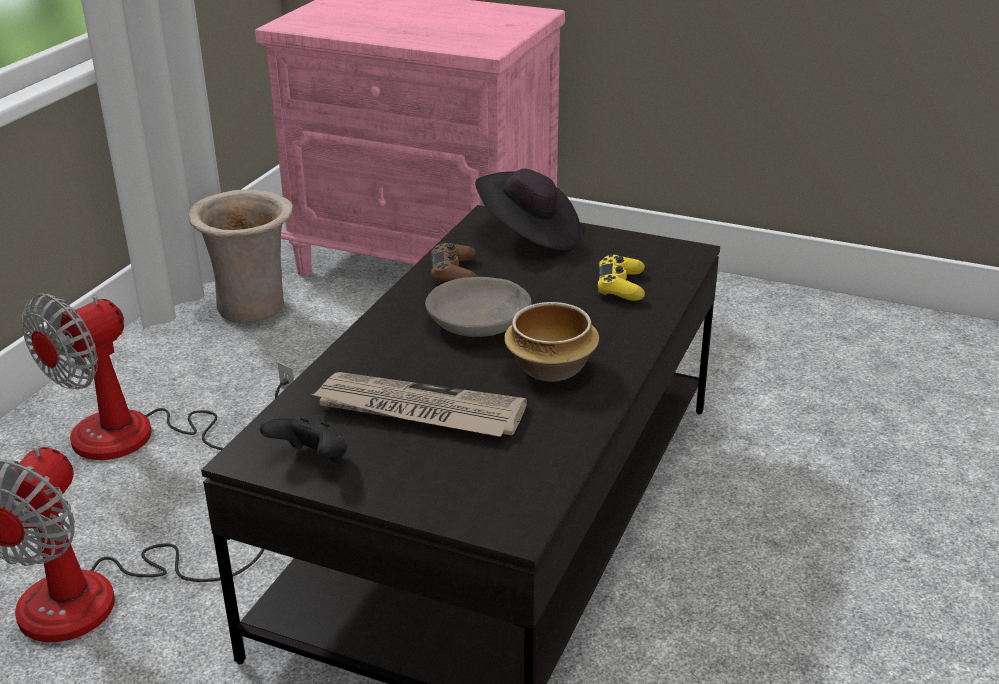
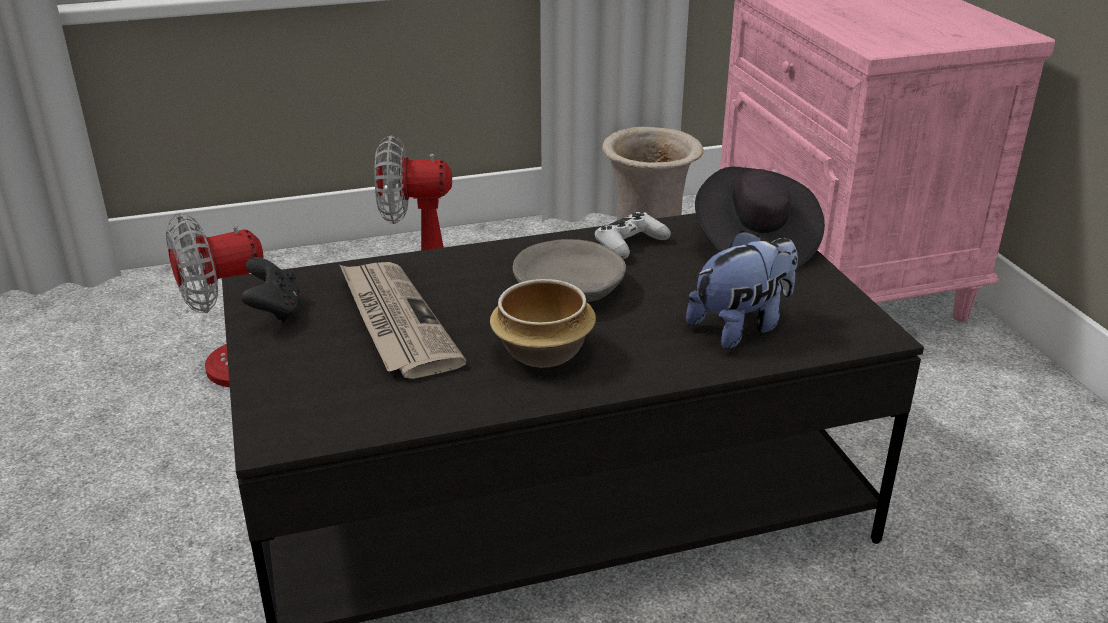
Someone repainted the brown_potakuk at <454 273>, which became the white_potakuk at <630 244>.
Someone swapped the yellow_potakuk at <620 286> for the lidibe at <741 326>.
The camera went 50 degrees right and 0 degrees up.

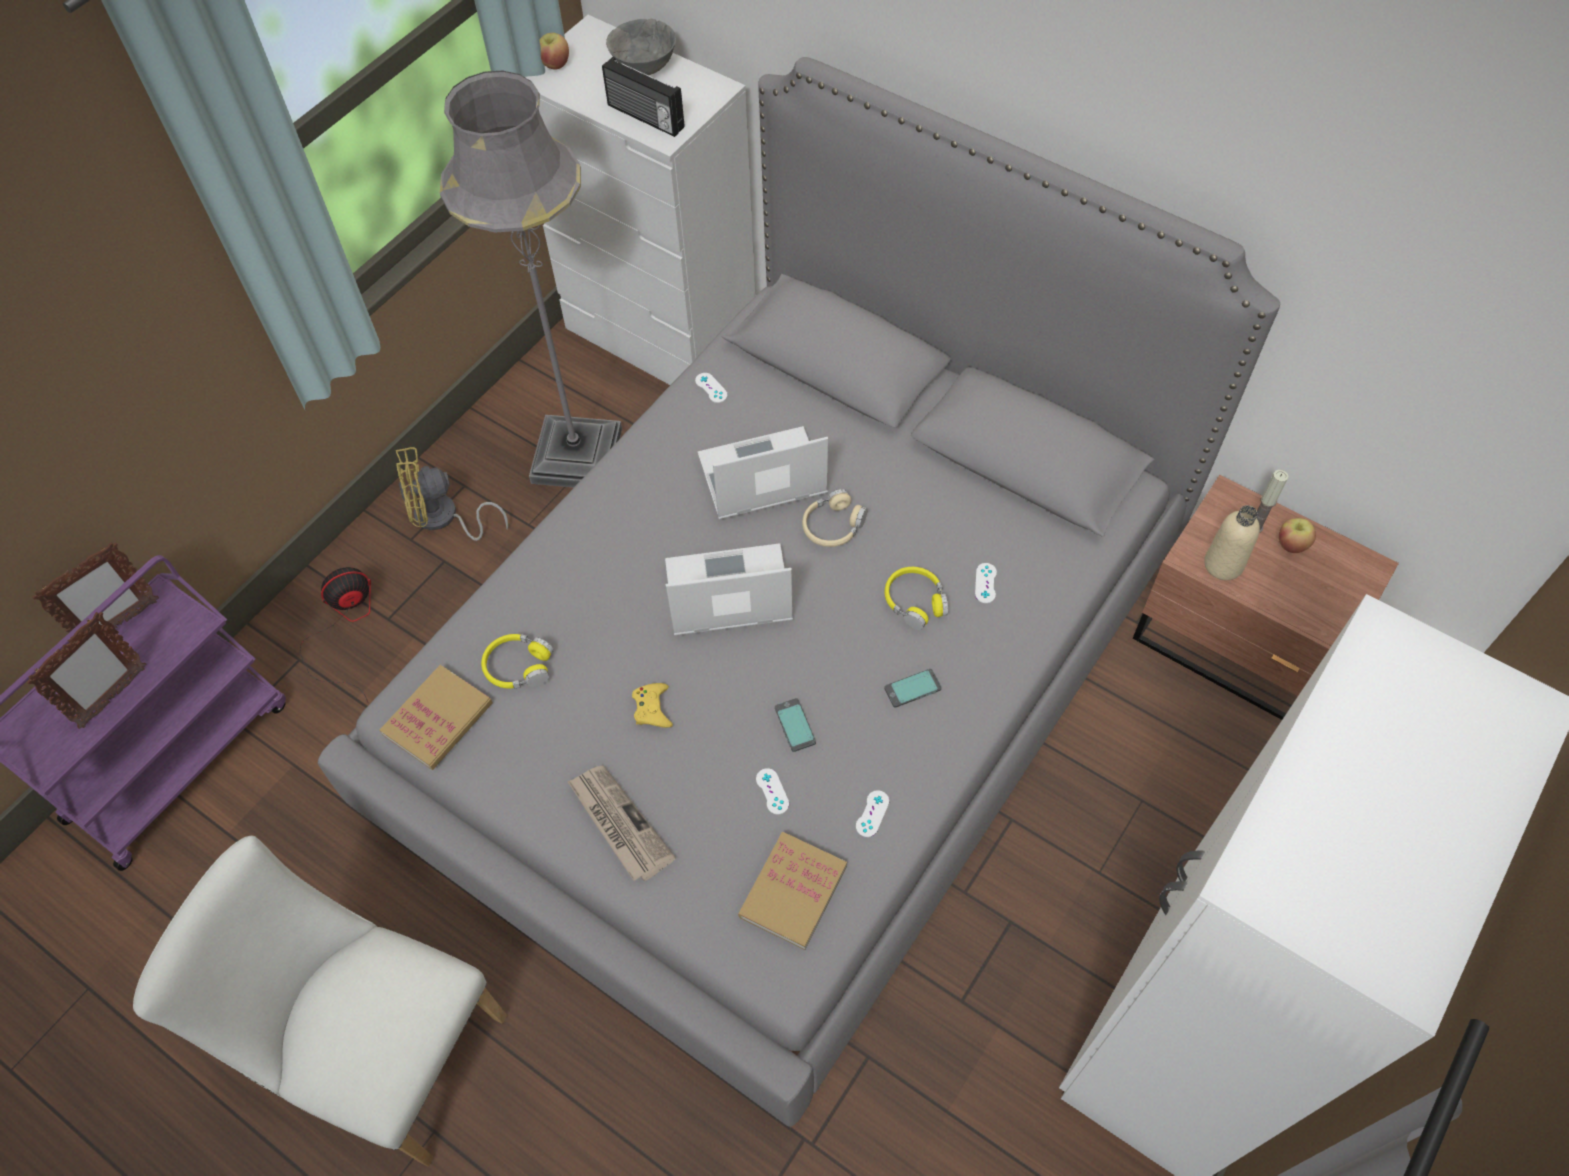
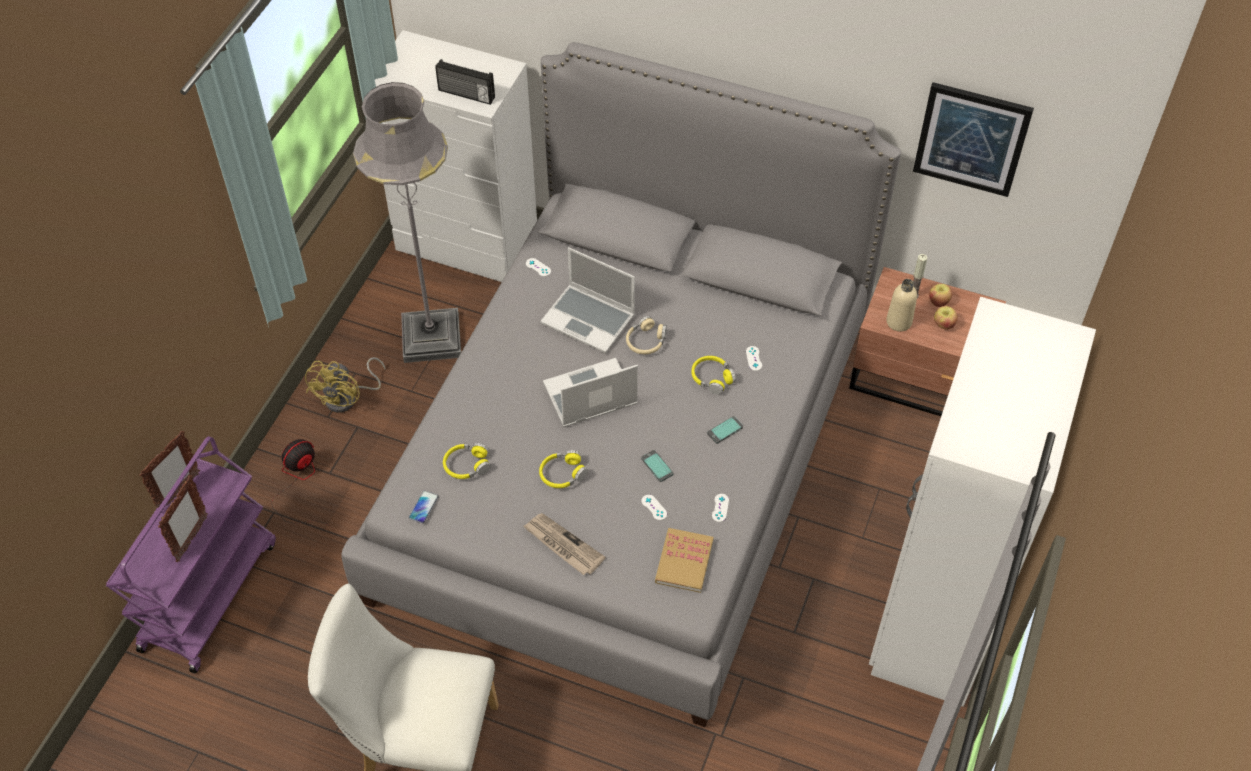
Someone rotated the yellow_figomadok at <444 519> by 45 degrees counterclockwise.
Someone swapped the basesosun at <438 719> for the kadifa at <423 507>.
Someone swapped the yellow_potakuk at <652 708> for the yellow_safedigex at <562 474>.
Someone rotated the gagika at <761 478> by 120 degrees counterclockwise.
Someone put up the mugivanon at <971 139>.
Someone carried the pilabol from <554 64> to <943 324>.
Someone took away the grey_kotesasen at <643 66>.
The camera went 15 degrees left and 5 degrees down.

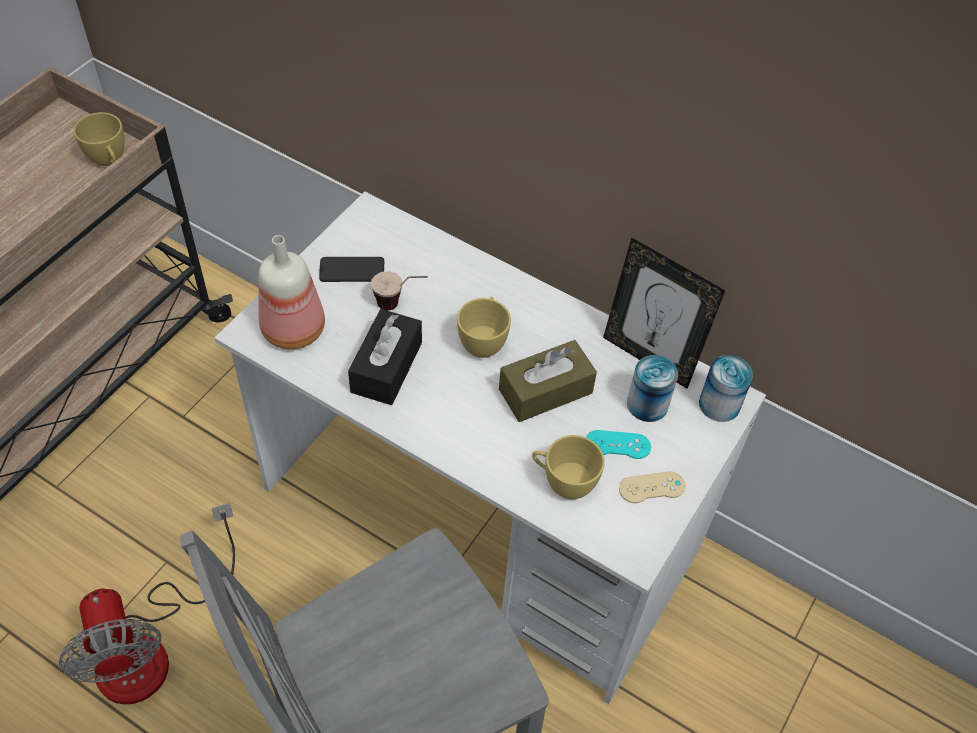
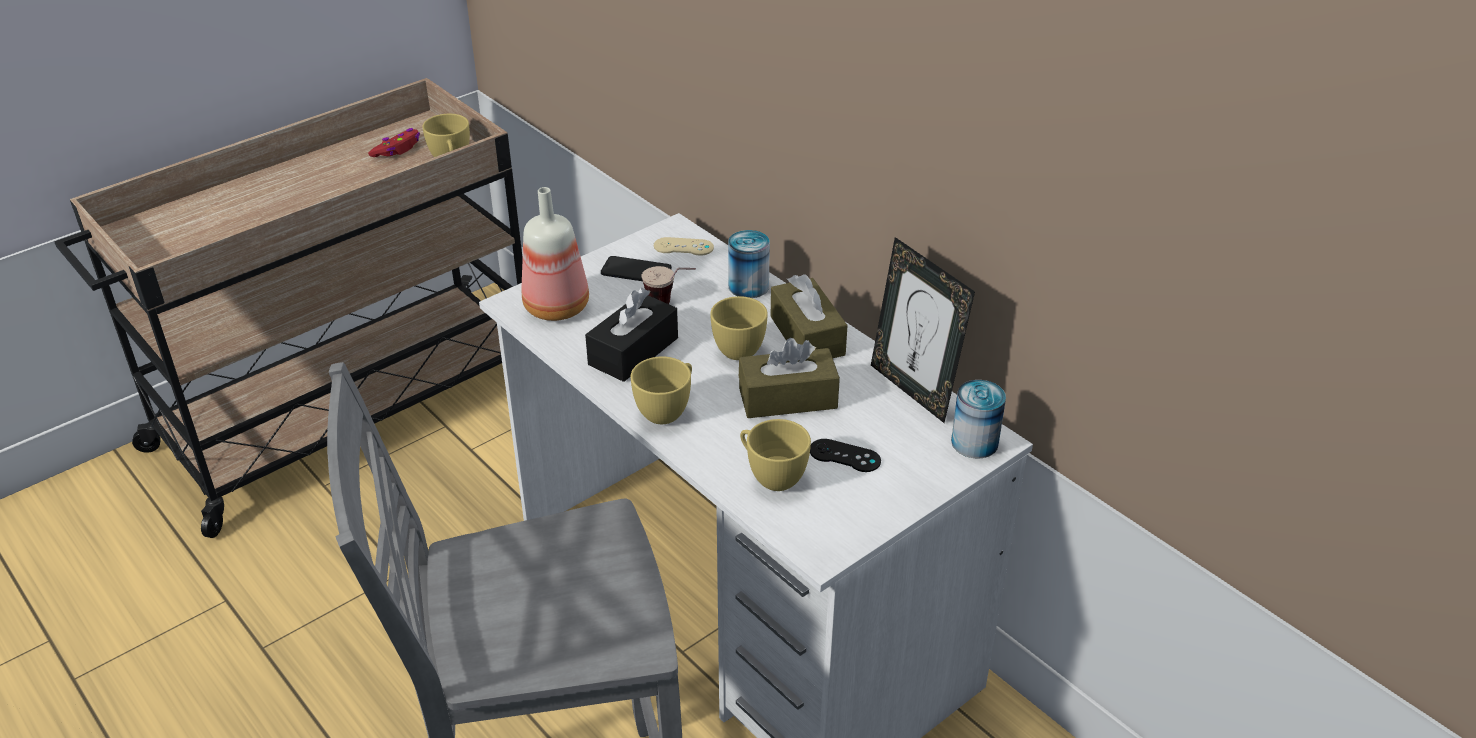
Someone put down the red_potakuk at <397 149>.
Someone put down the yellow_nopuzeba at <667 410>.
Someone carried the beige_potakuk from <652 487> to <683 247>.
Someone carried the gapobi from <647 404> to <748 286>.
Someone put down the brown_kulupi at <807 336>.
Someone repainted the turquoise_potakuk at <617 445>, which became the black_potakuk at <844 456>.
Someone took away the figomadok at <151 646>.
The camera went 20 degrees right and 15 degrees down.

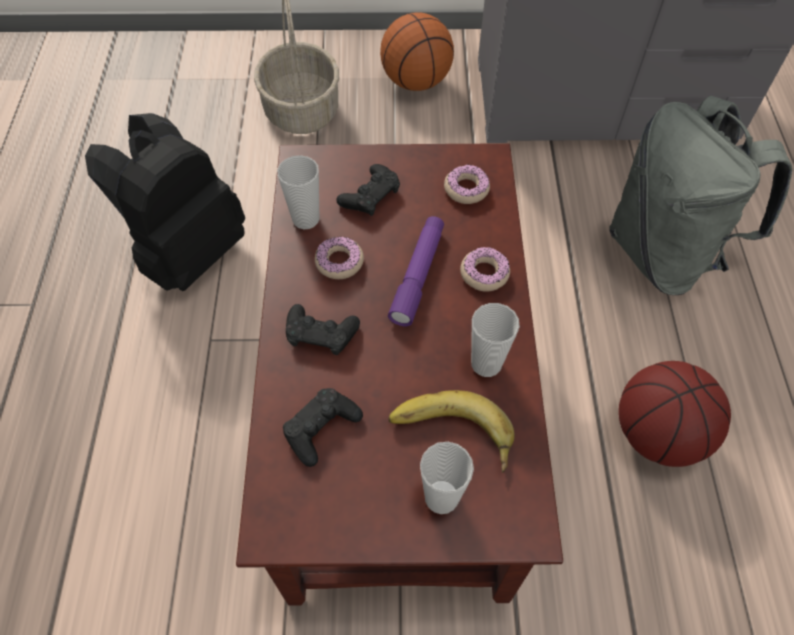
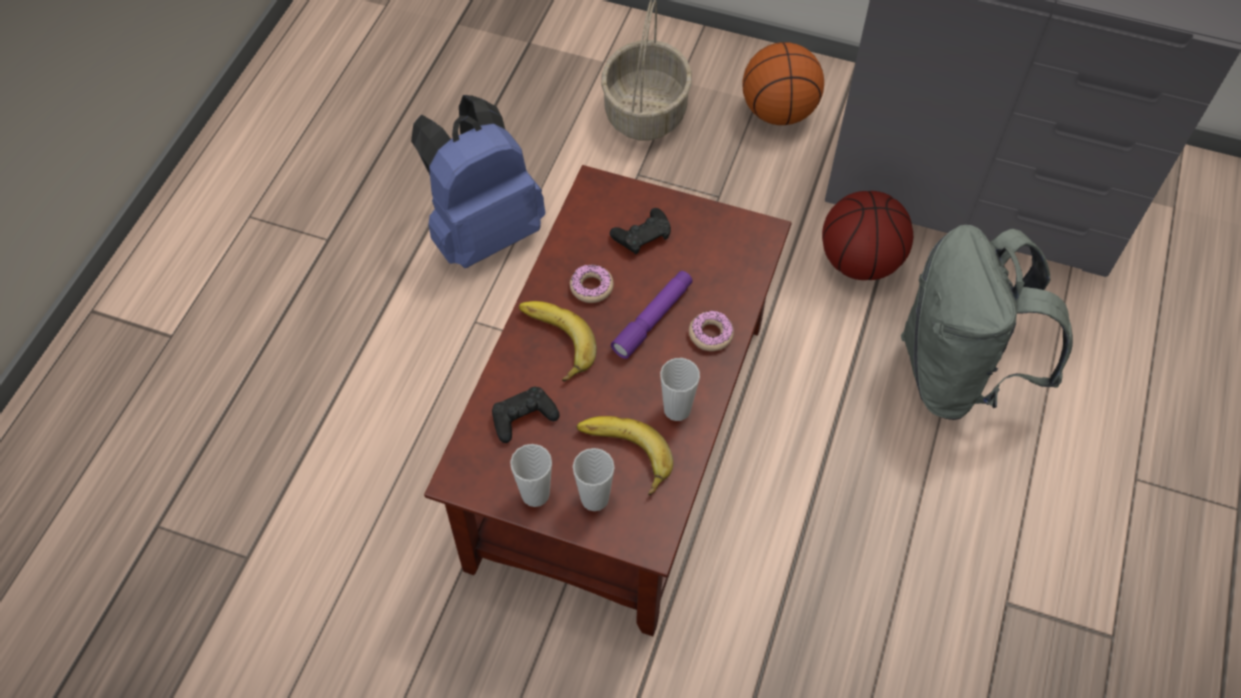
Someone repainted the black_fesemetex at <189 252>, which became the blue_fesemetex at <483 231>.
Someone carried the nopuzeba from <306 219> to <535 494>.
Someone swapped the black_potakuk at <321 333> for the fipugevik at <552 343>.
Someone carried the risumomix from <658 433> to <860 262>.
Someone took away the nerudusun at <466 189>.
The camera went 20 degrees right and 0 degrees up.

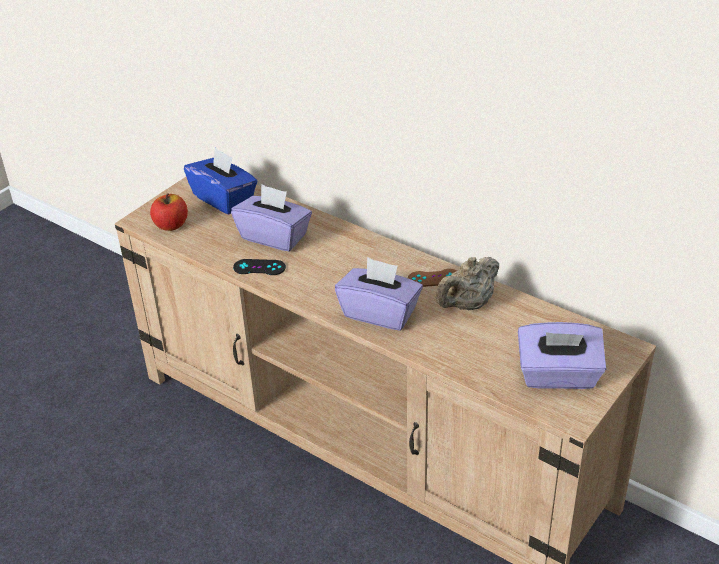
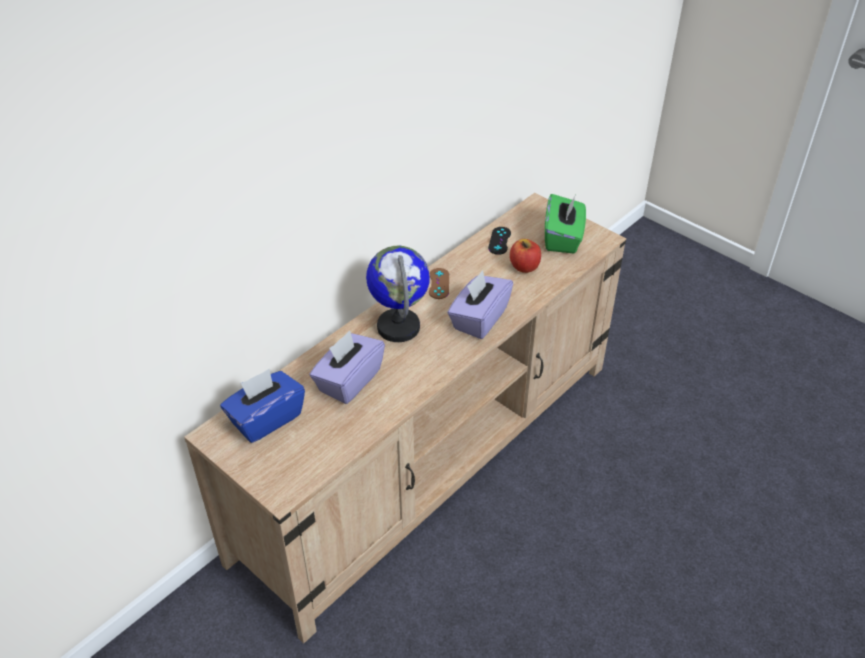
Someone put down the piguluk at <399 327>.
Someone carried the black_potakuk from <259 267> to <499 241>.
Someone carried the pilabol from <171 225> to <524 267>.
Someone repainted the purple_kulupi at <558 376>, which became the green_kulupi at <563 238>.
Someone took away the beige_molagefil at <467 305>.
The camera went 85 degrees left and 5 degrees up.

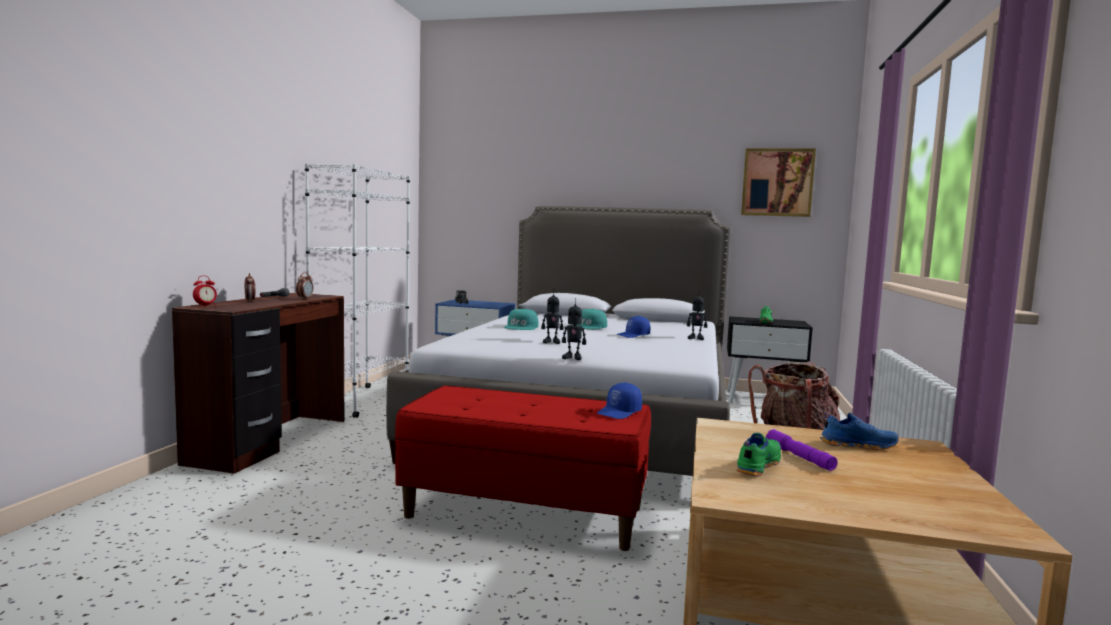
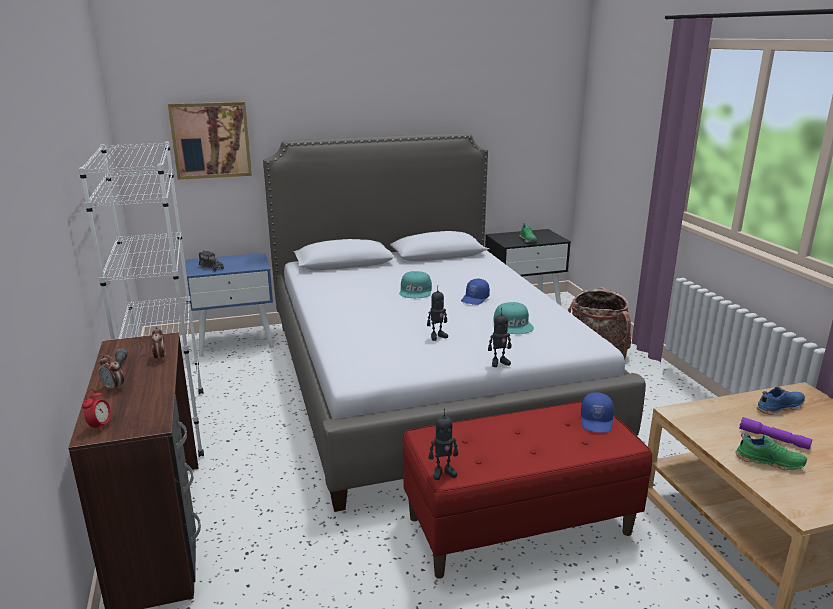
Someone carried the mugivanon from <777 182> to <211 140>.
Someone carried the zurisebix from <696 338> to <443 472>.
Someone carried the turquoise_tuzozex from <521 327> to <513 325>.
Someone rotated the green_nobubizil at <757 465> by 105 degrees clockwise.
The camera went 30 degrees left and 15 degrees up.

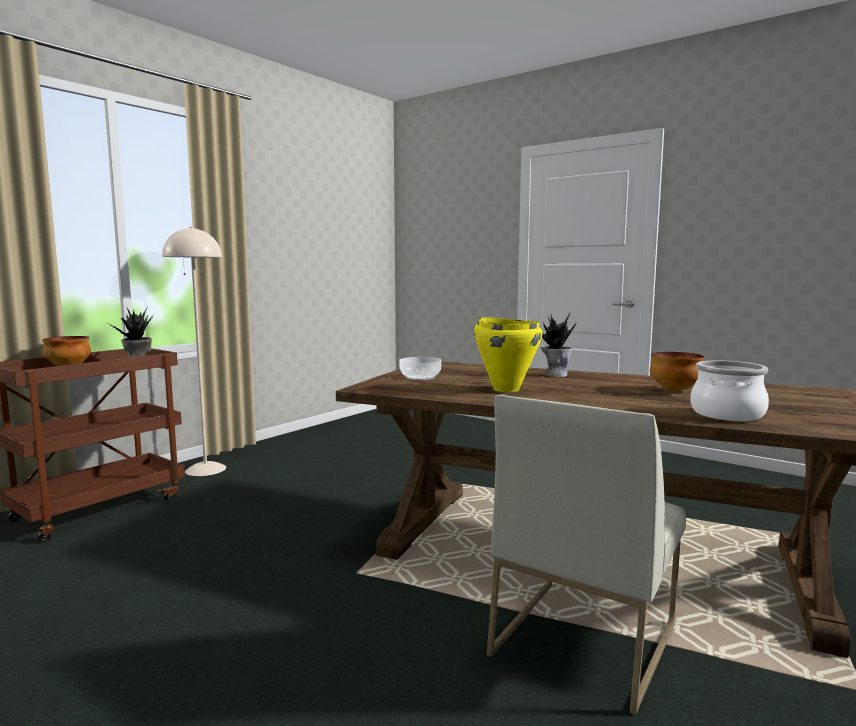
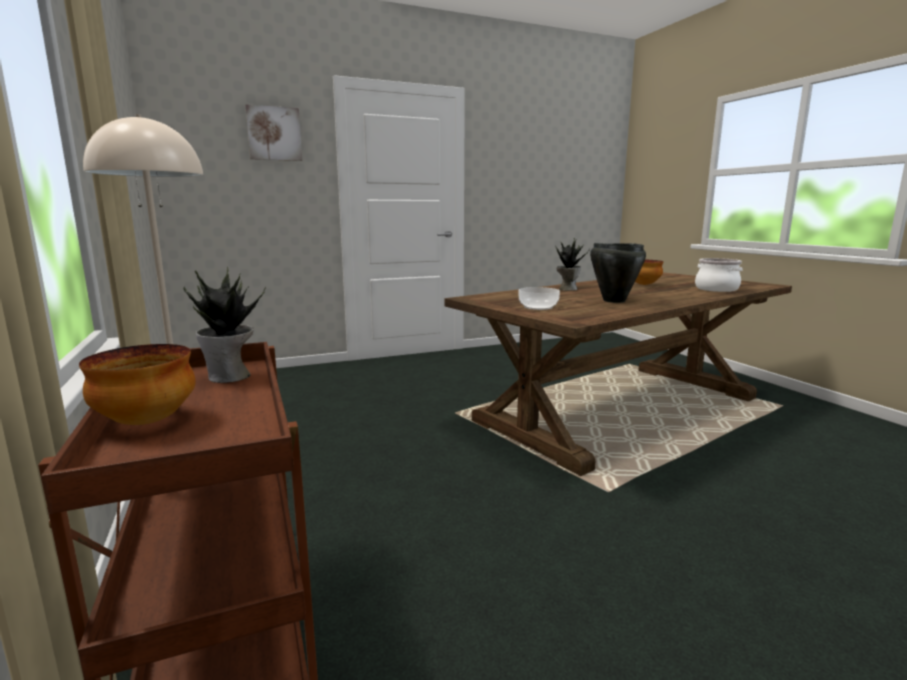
Someone put up the mugivanon at <274 133>.
Someone repainted the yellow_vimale at <506 389>, which became the black_vimale at <613 301>.
Someone took away the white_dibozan at <583 638>.
The camera went 60 degrees left and 5 degrees up.

